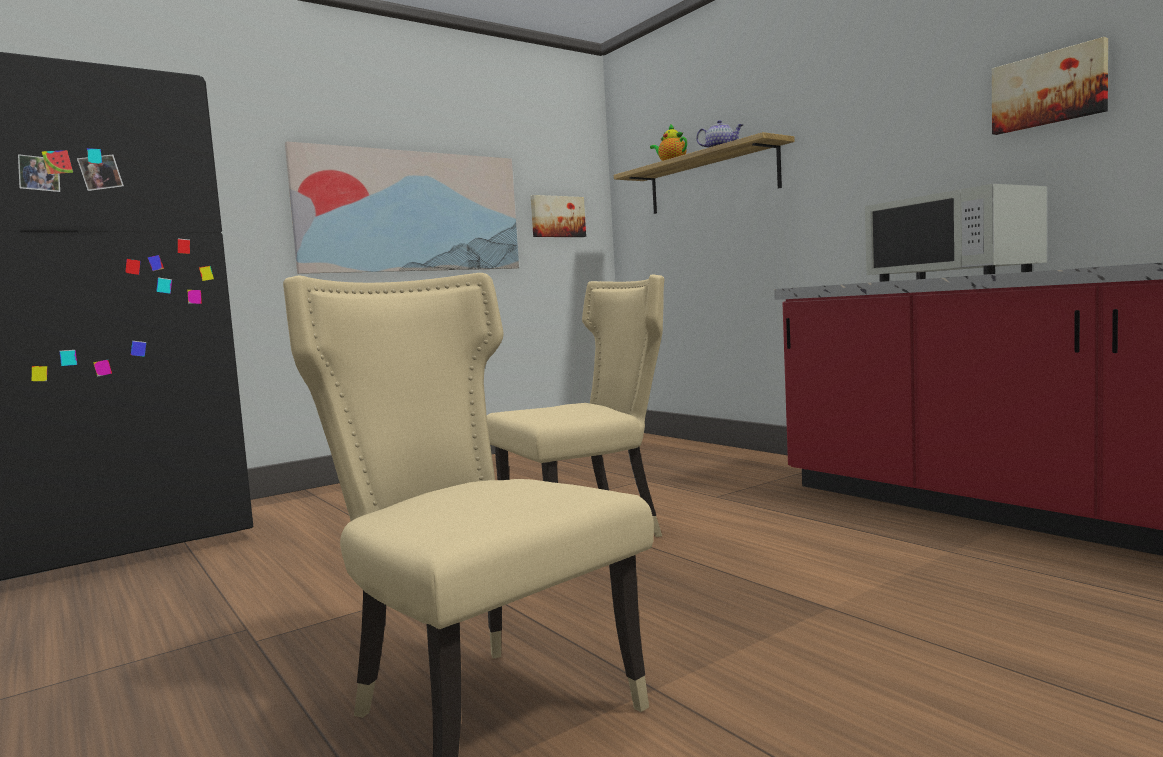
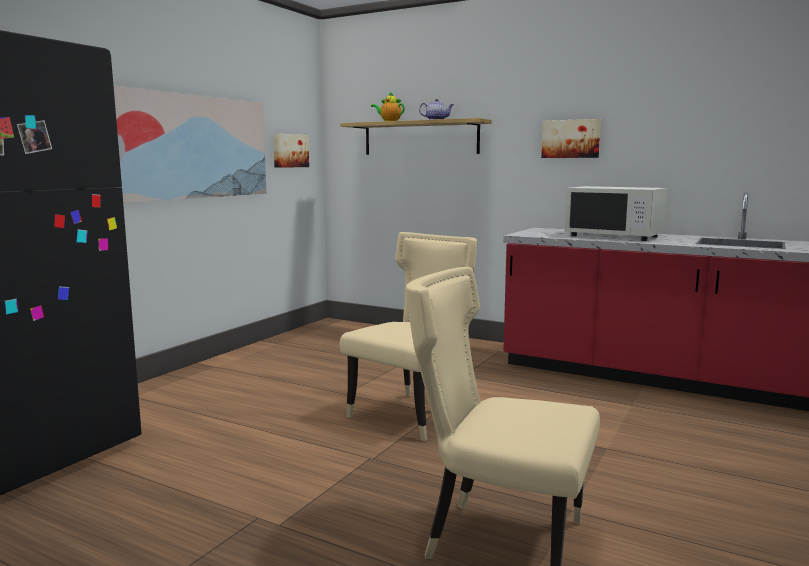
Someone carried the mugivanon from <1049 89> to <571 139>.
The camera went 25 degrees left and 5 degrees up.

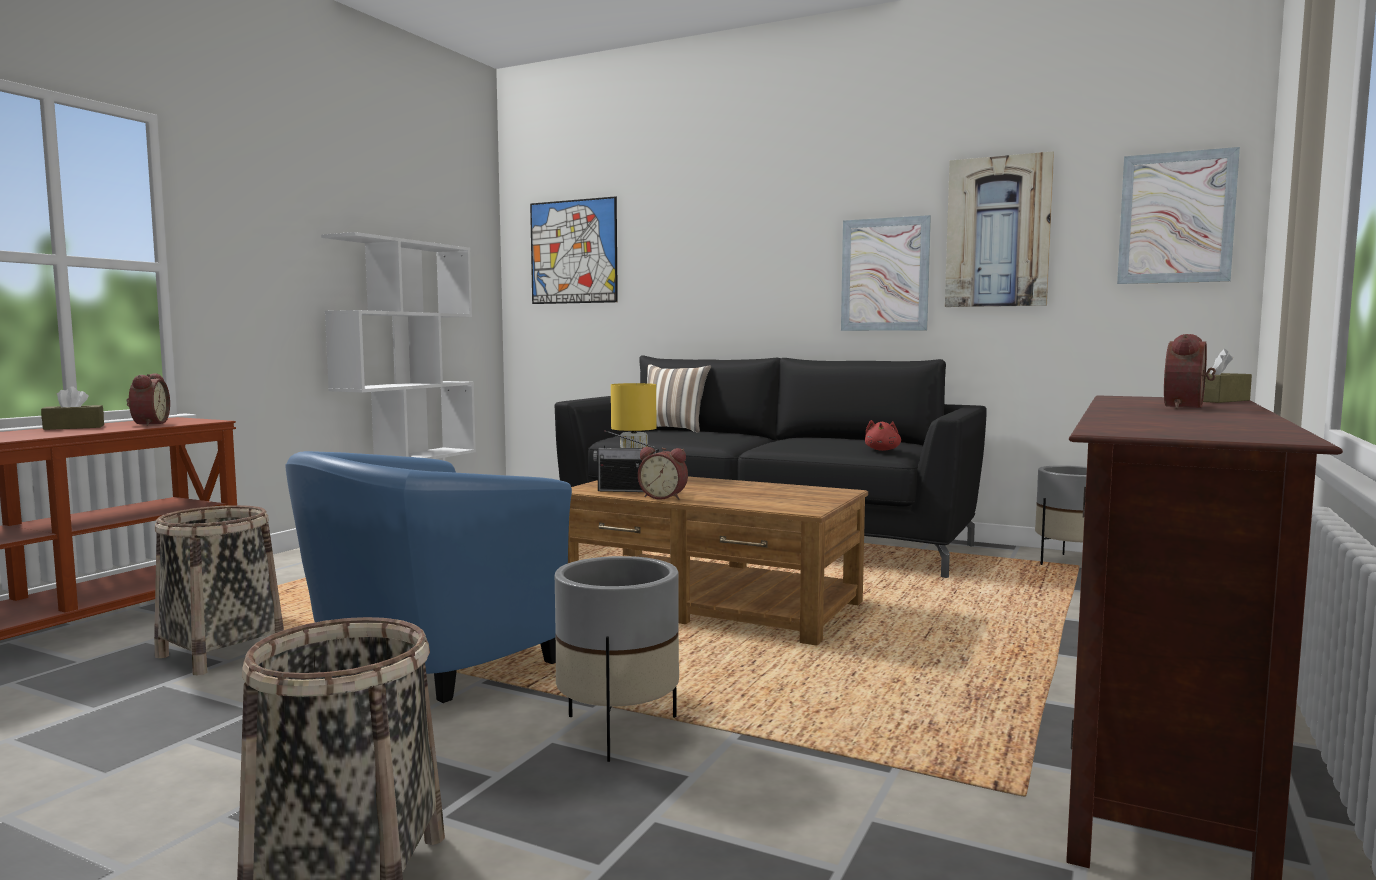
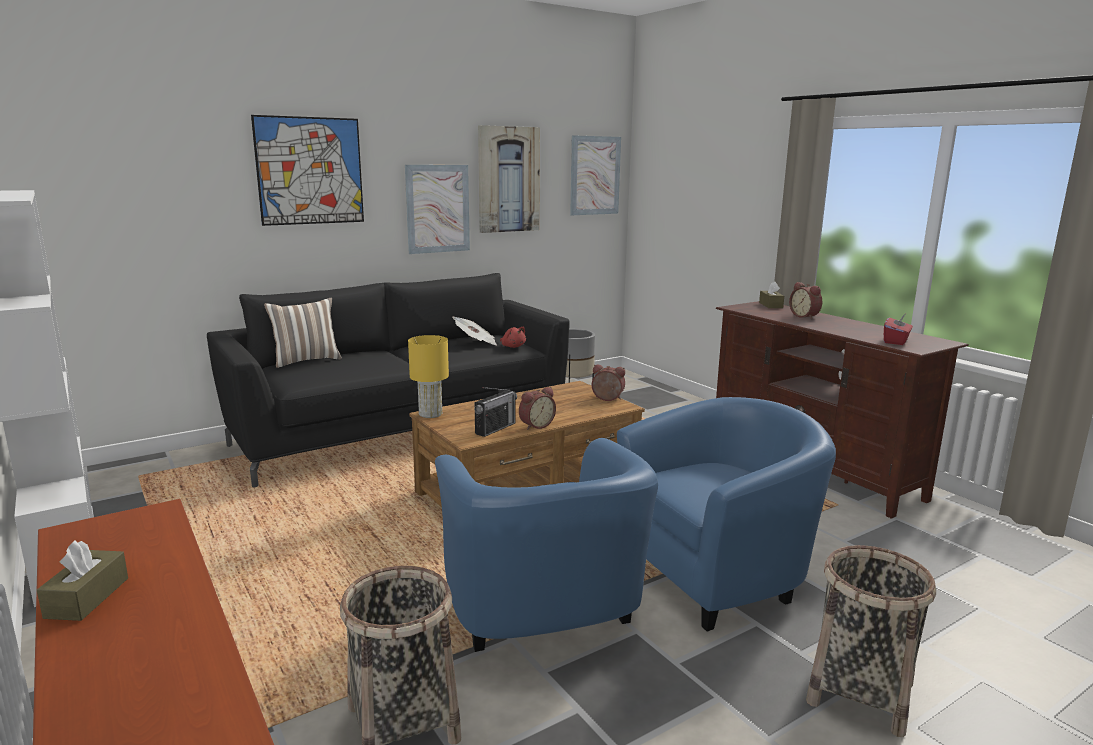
Someone carried the mugivanon from <573 252> to <310 171>.
Someone put down the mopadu at <476 343>.
Someone carried the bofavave from <148 424> to <607 399>.
Someone swapped the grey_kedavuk at <617 731> for the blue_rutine at <717 573>.
Someone put down the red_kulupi at <896 341>.
The camera went 60 degrees left and 10 degrees up.

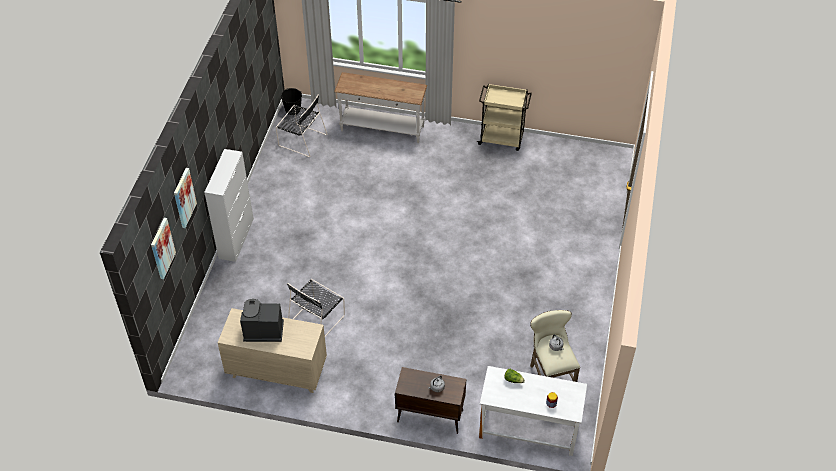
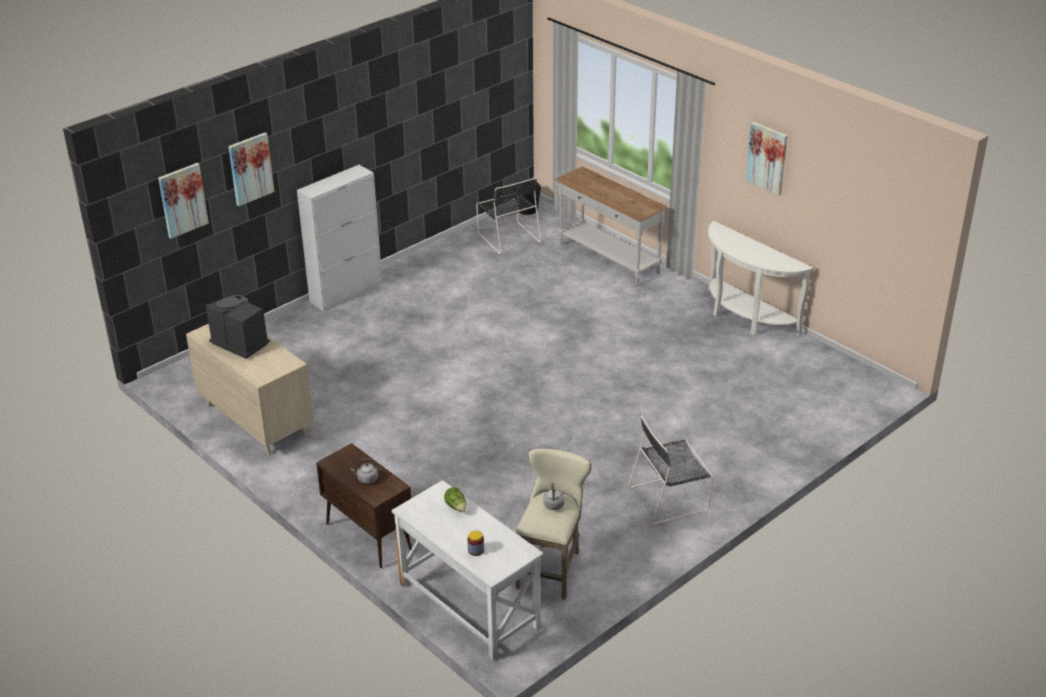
Someone carried the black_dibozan from <317 318> to <671 498>.
Someone swapped the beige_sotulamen at <502 139> for the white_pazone at <744 317>.
Someone put up the mugivanon at <767 158>.
The camera went 35 degrees right and 15 degrees down.

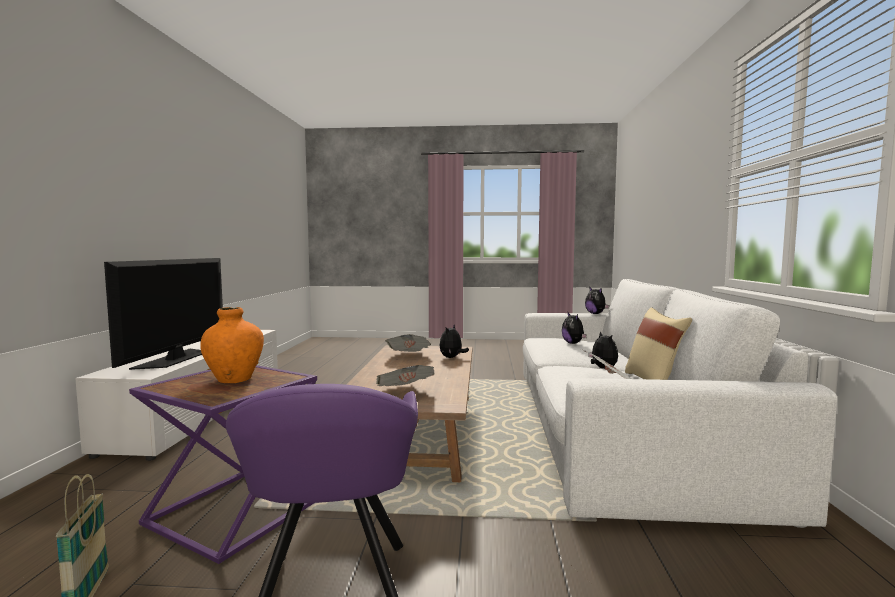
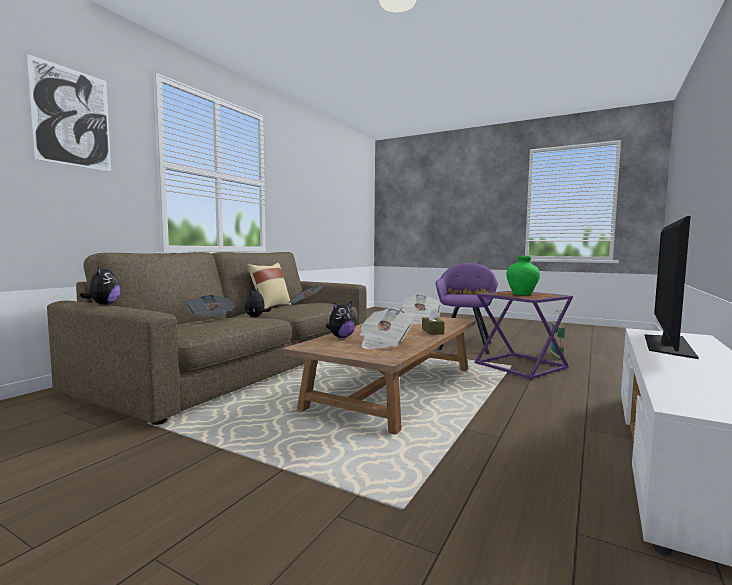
Someone put up the mugivanon at <72 117>.
Someone repainted the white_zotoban at <615 428>, which became the brown_zotoban at <245 365>.
Someone swapped the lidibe at <573 343> for the mopadu at <211 320>.
Someone put down the brown_kulupi at <432 331>.
Someone repainted the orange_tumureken at <234 379>, which became the green_tumureken at <521 294>.
The camera went 155 degrees left and 0 degrees up.

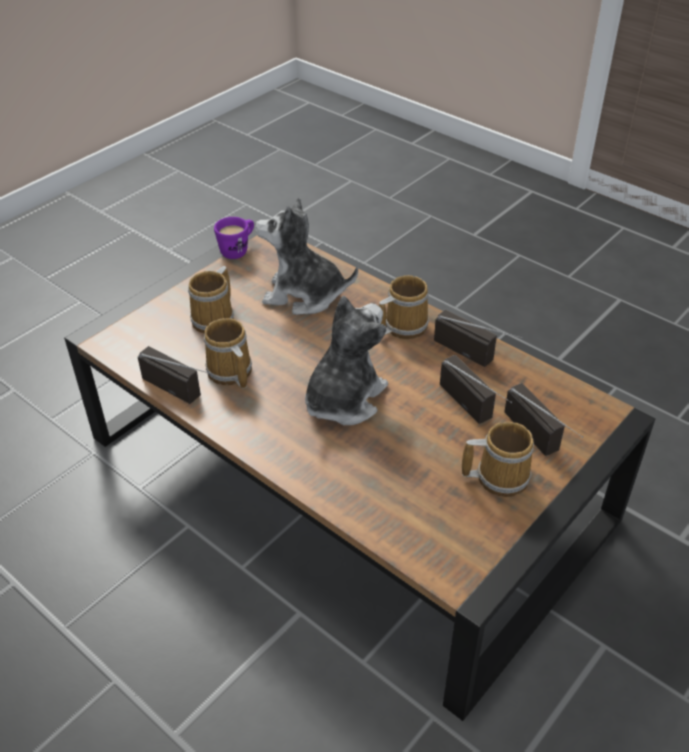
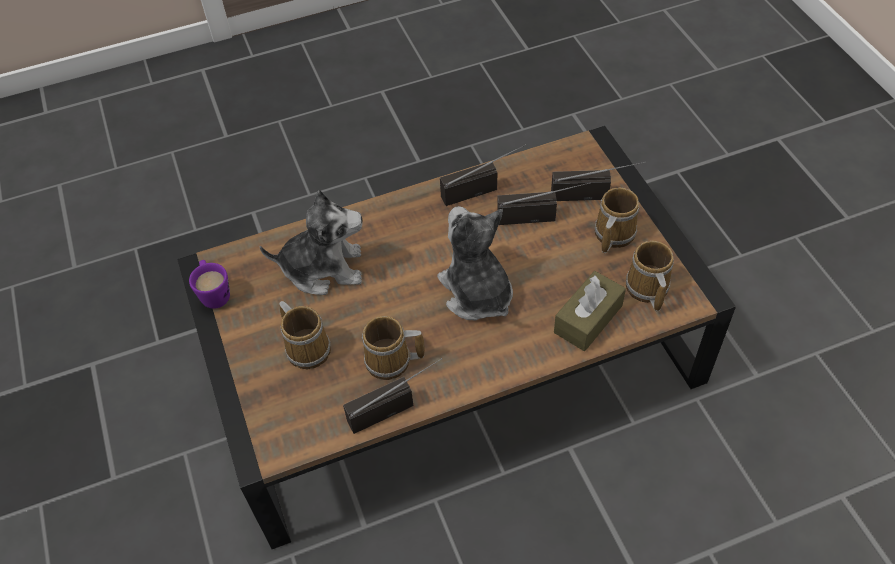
Someone rotated the lidibe at <304 295> by 135 degrees counterclockwise.
Someone put down the brown_kulupi at <588 319>.
Someone carried the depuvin from <402 326> to <646 289>.
The camera went 60 degrees left and 10 degrees up.

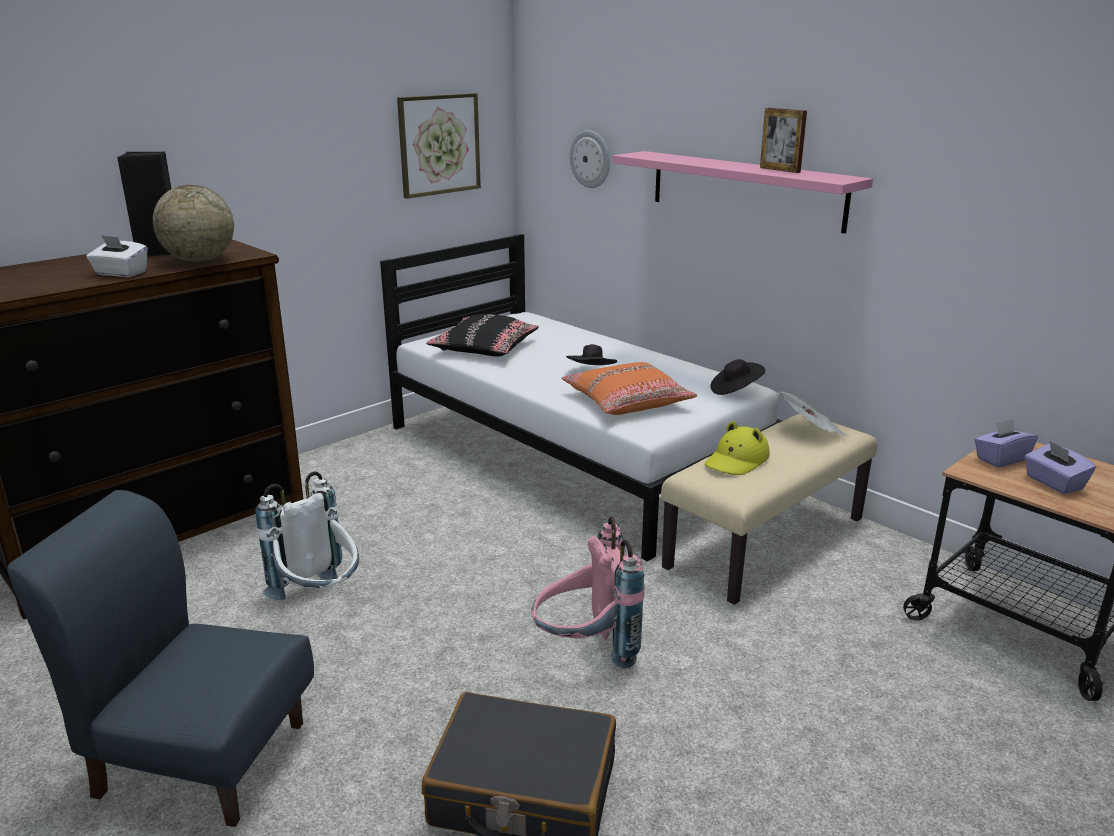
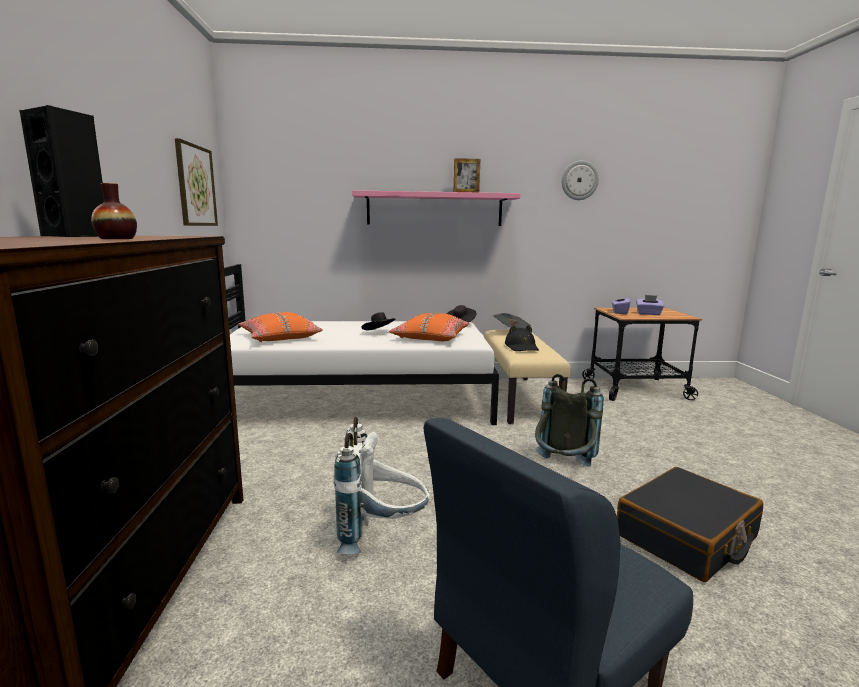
Someone swapped the white_kulupi at <120 273> for the tumureken at <116 239>.
Someone repainted the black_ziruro at <484 348>, which became the orange_ziruro at <280 337>.
Someone repainted the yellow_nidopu at <737 461>, which became the black_nidopu at <522 347>.
Someone repainted the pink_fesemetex at <586 651>, which became the grey_fesemetex at <563 469>.
Someone carried the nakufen from <591 159> to <579 180>.
Someone took away the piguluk at <199 260>.
The camera went 50 degrees left and 10 degrees down.

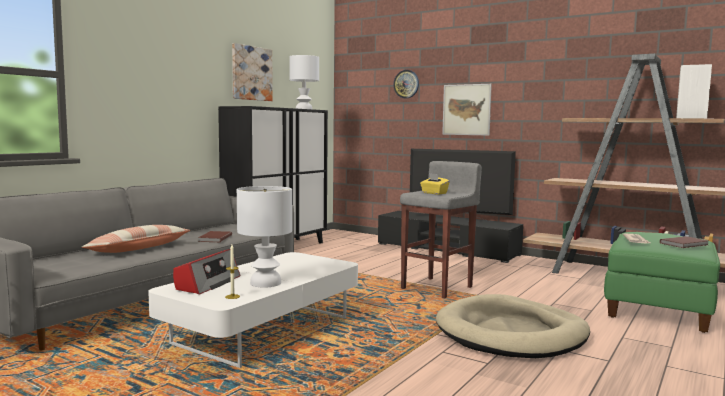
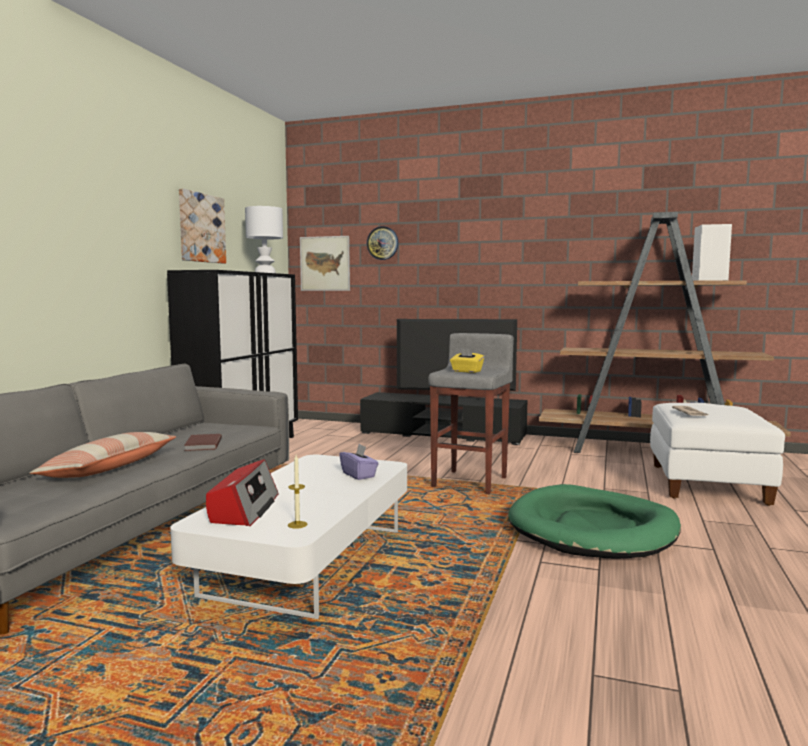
Someone carried the mugivanon from <466 109> to <325 263>.
Someone put down the purple_kulupi at <359 475>.
Someone repainted the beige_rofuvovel at <511 333>, which became the green_rofuvovel at <593 529>.
Someone repainted the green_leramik at <657 309>, which became the white_leramik at <706 484>.
Someone took away the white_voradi at <264 283>.
Someone took away the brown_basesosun at <685 244>.
The camera went 15 degrees left and 0 degrees up.

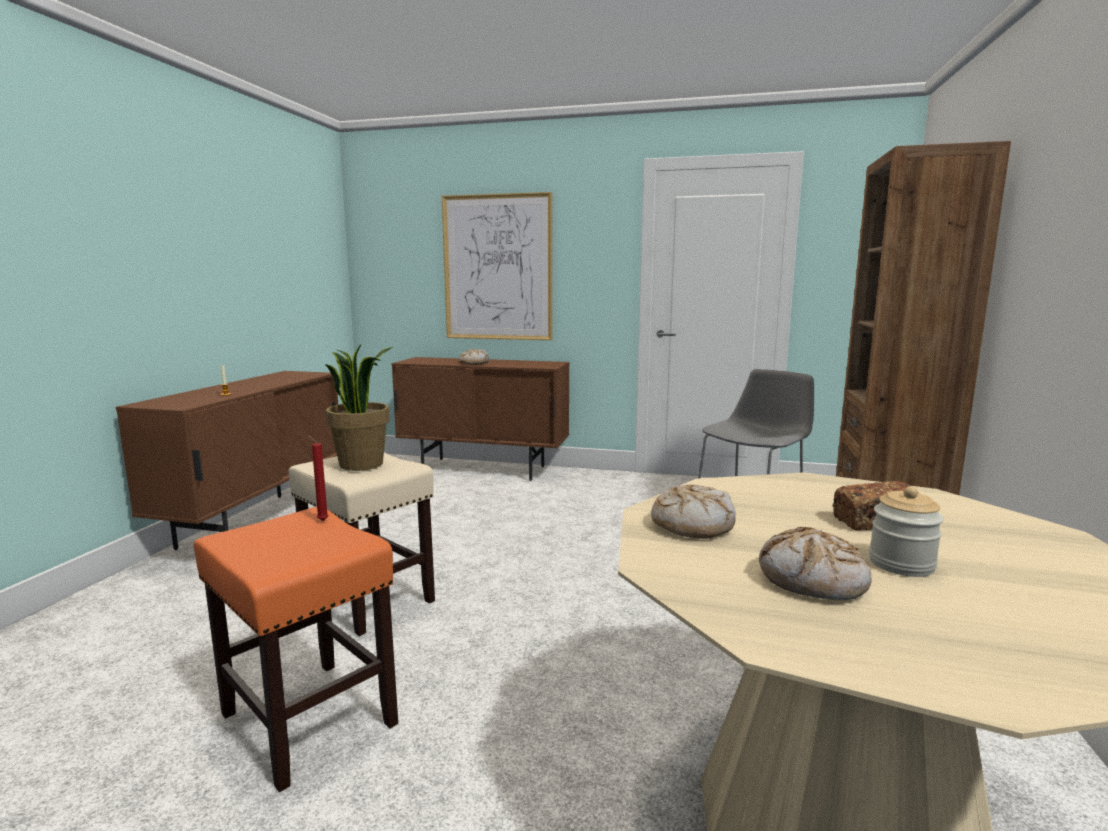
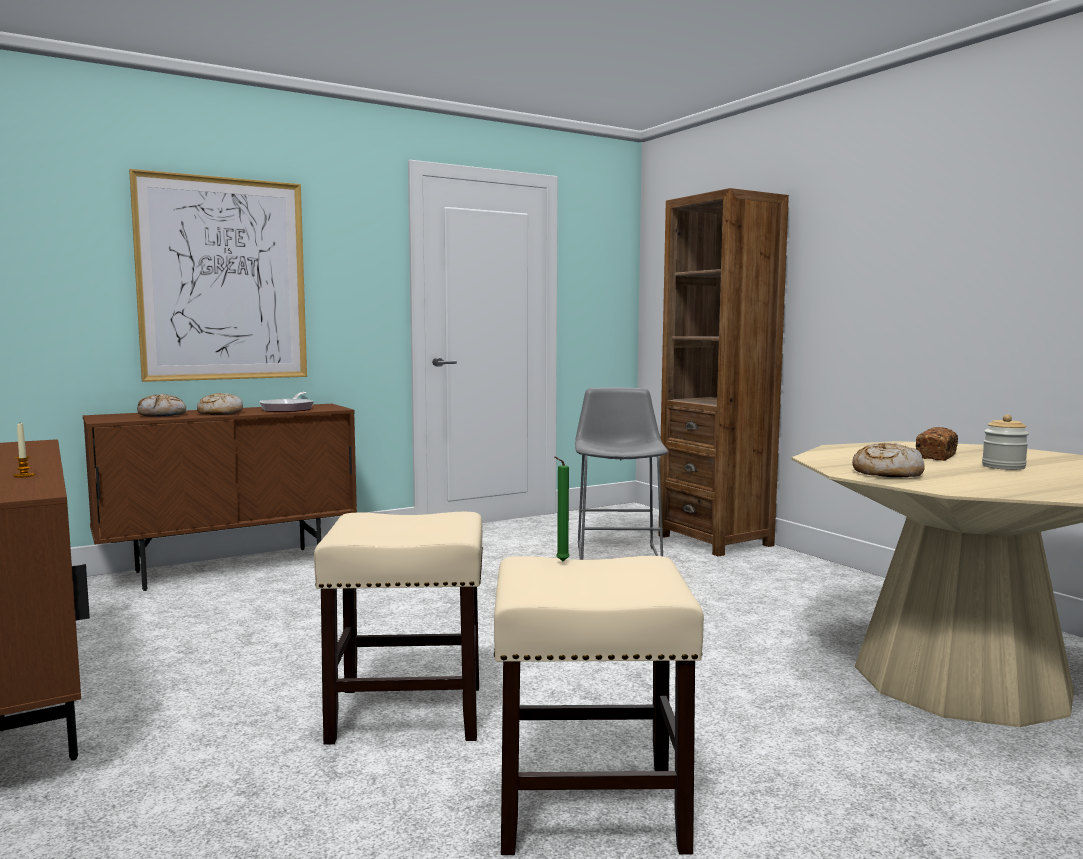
Someone carried the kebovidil from <812 580> to <162 415>.
Someone put down the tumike at <288 409>.
Someone repainted the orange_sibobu at <307 718>, which became the beige_sibobu at <588 809>.
Someone repainted the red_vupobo at <321 520>, which became the green_vupobo at <560 562>.
Someone took away the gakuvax at <362 464>.
The camera went 45 degrees left and 5 degrees down.

